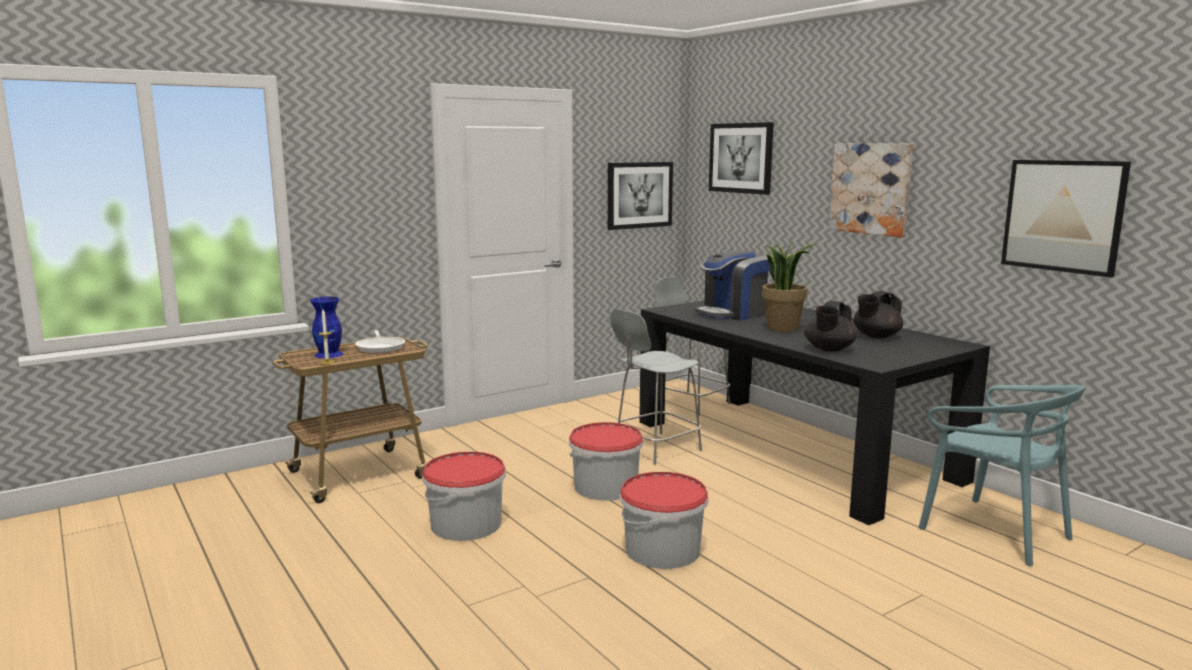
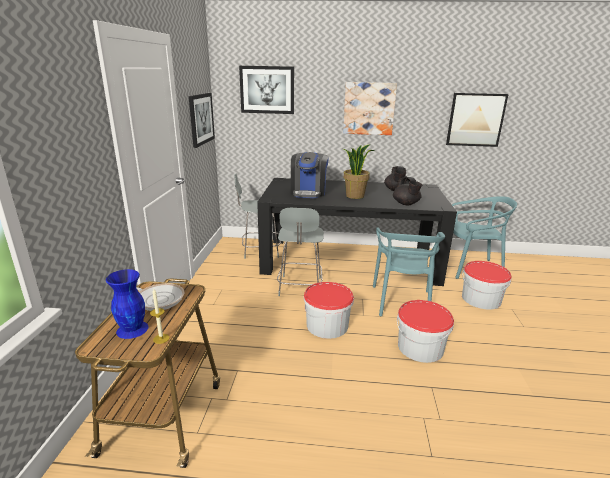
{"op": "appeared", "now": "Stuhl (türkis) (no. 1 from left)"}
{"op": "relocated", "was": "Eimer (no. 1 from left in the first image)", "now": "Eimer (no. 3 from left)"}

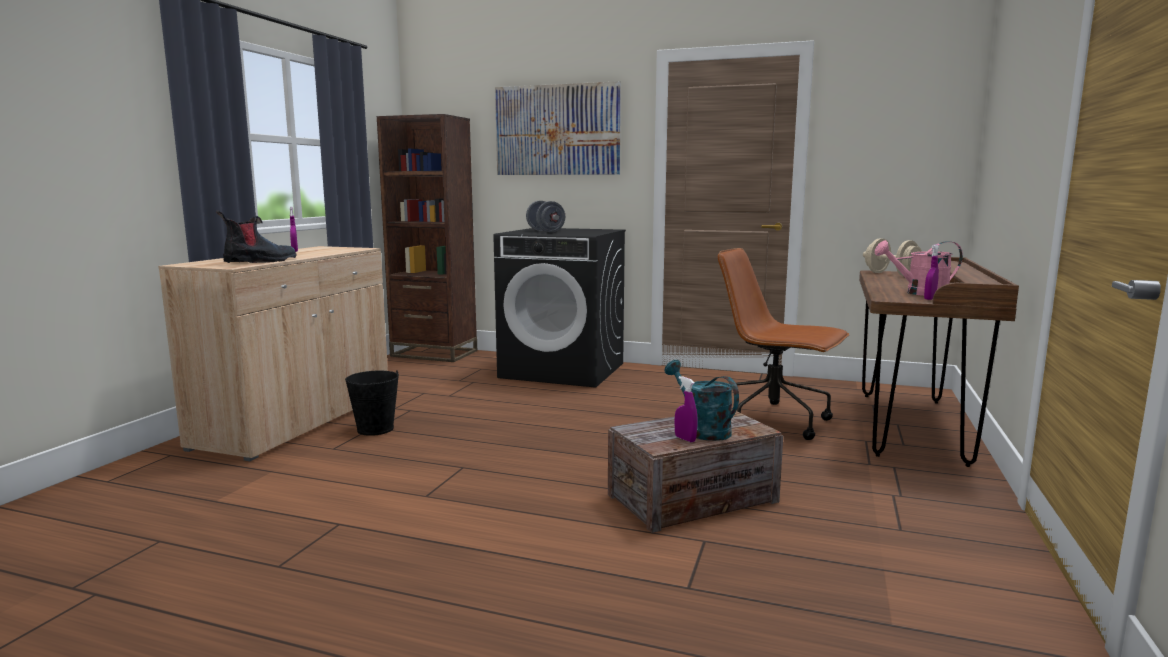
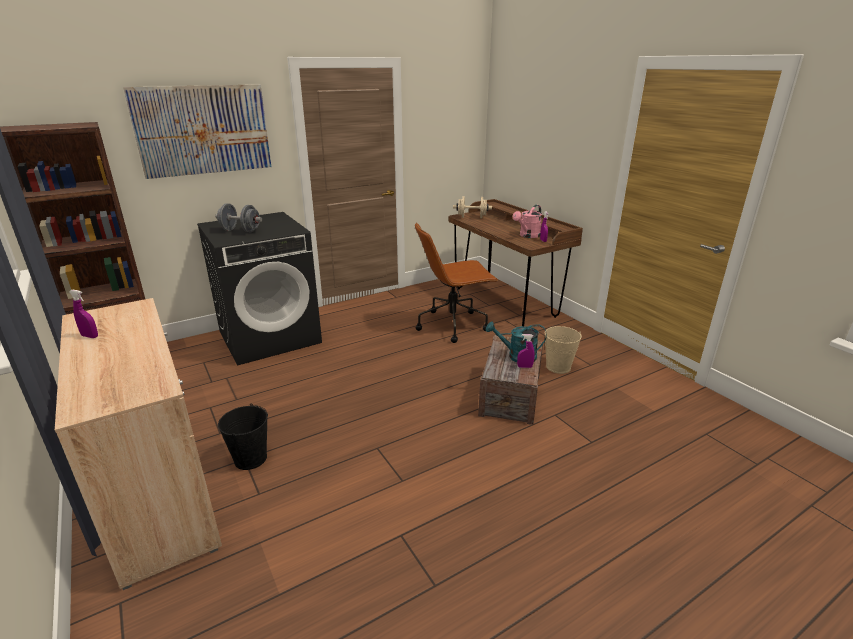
{"op": "appeared", "now": "Eimer (beige)"}
{"op": "missing", "was": "Stiefel"}

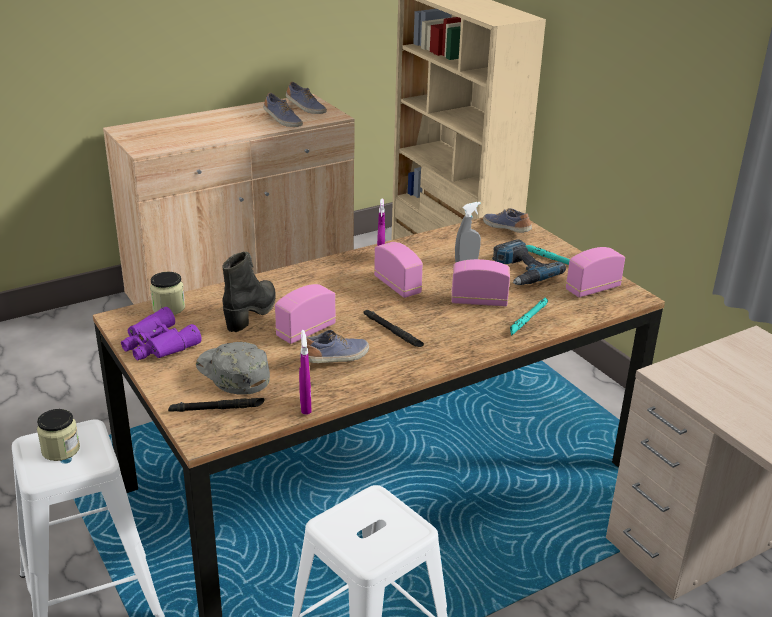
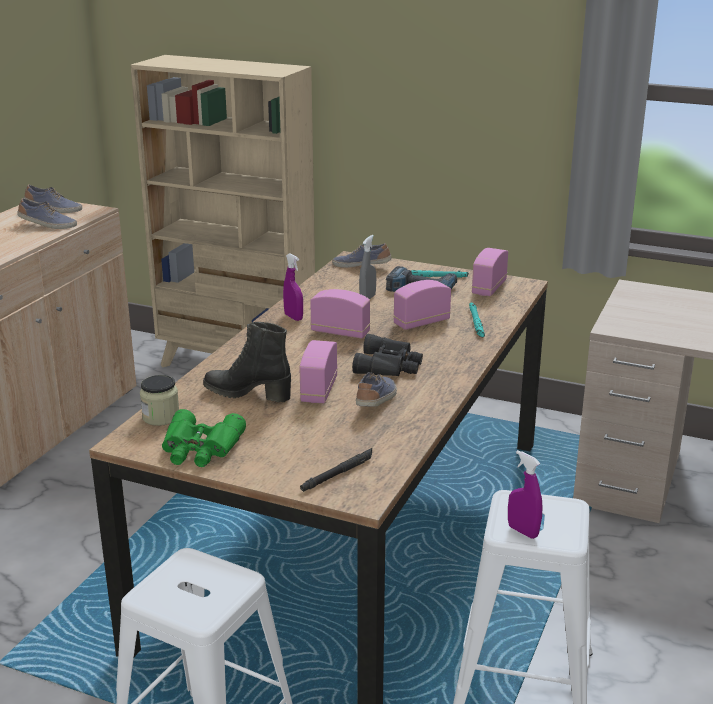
{"op": "colour", "was": "Fernglas (lila)", "now": "Fernglas (grün)"}
{"op": "spun", "was": "Stiefel (schwarz)", "clockwise": -60}
{"op": "exchanged", "was": "Taschenlampe (schwarz) (no. 2 from left)", "now": "Fernglas (schwarz)"}
{"op": "relocated", "was": "Sprühflasche (lila) (no. 1 from left in the first image)", "now": "Sprühflasche (lila) (no. 2 from left)"}
{"op": "missing", "was": "Vorratsglas (no. 1 from left)"}
{"op": "missing", "was": "Kappe (grau)"}

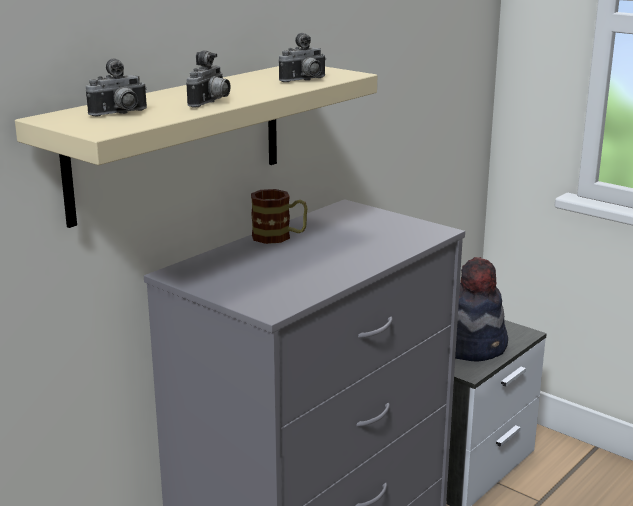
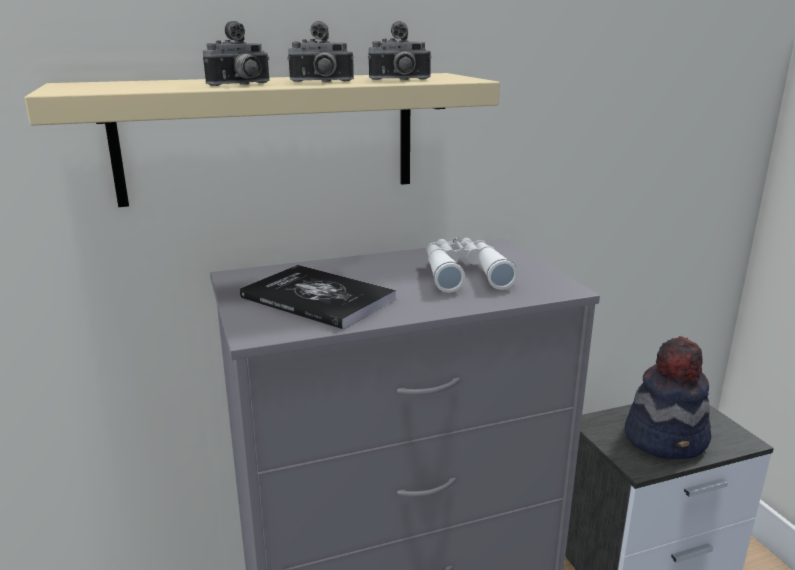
{"op": "appeared", "now": "Buch"}
{"op": "relocated", "was": "Kamera (no. 1 from left in the first image)", "now": "Kamera (no. 2 from left)"}
{"op": "appeared", "now": "Fernglas (weiß)"}
{"op": "missing", "was": "Henkelbecher"}

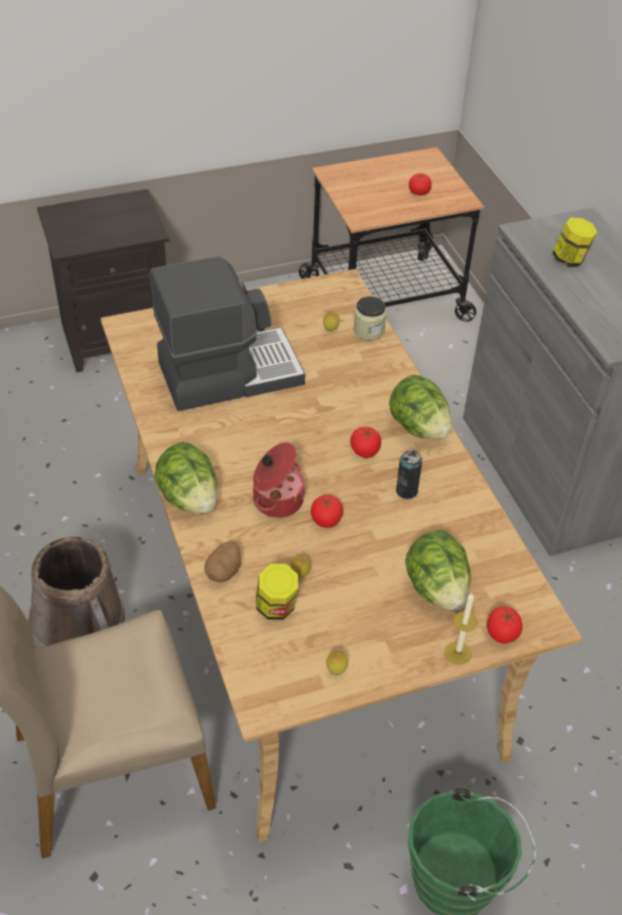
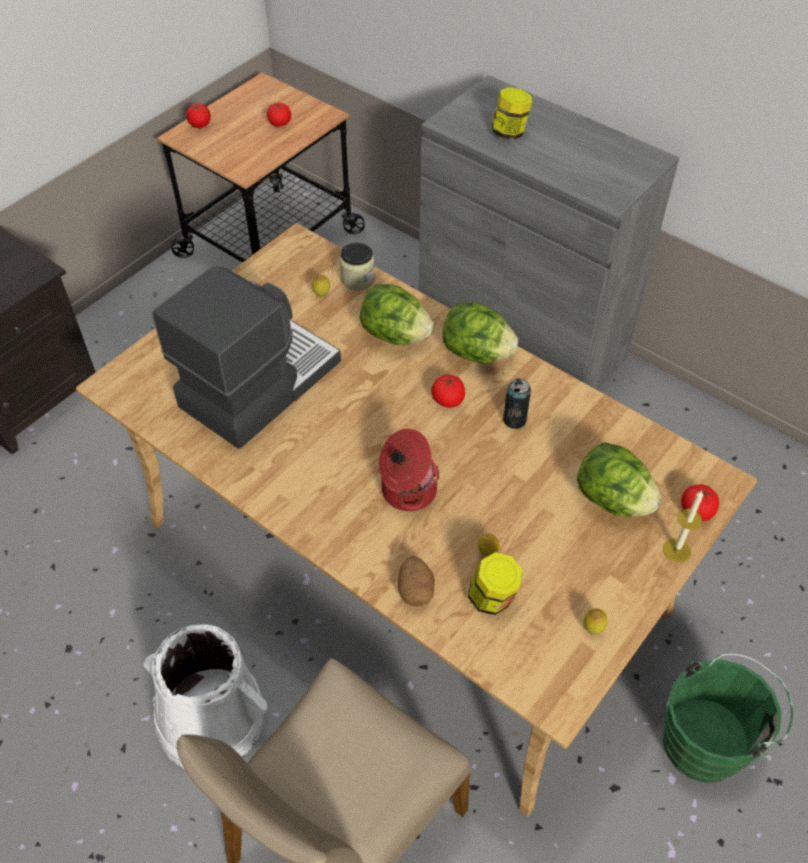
{"op": "colour", "was": "Eimer (braun)", "now": "Eimer (weiß)"}
{"op": "relocated", "was": "Tomate (no. 1 from left)"}
{"op": "relocated", "was": "Salatkopf (no. 1 from left)"}

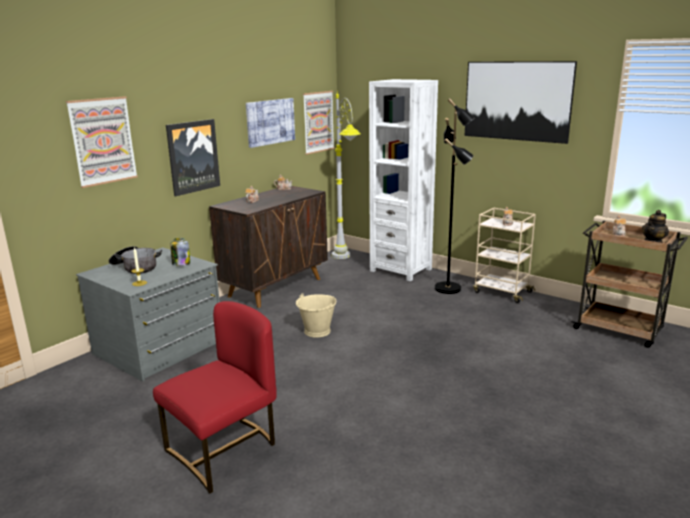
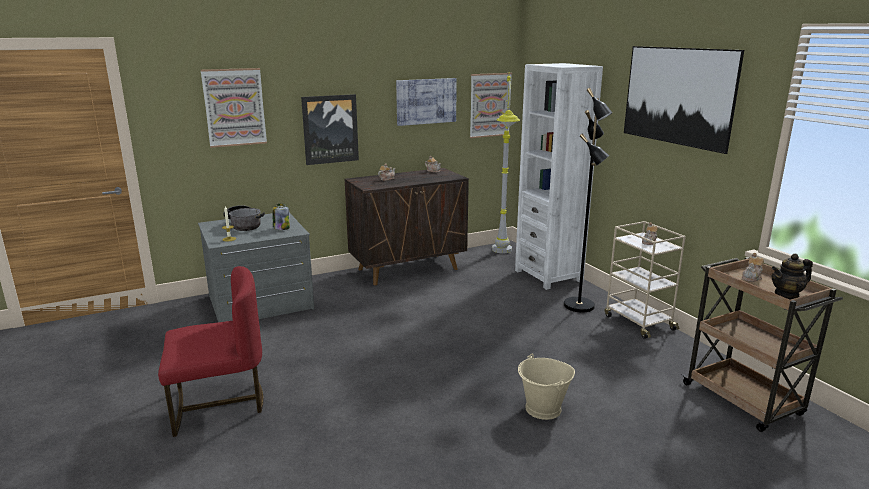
{"op": "relocated", "was": "Eimer (beige)"}

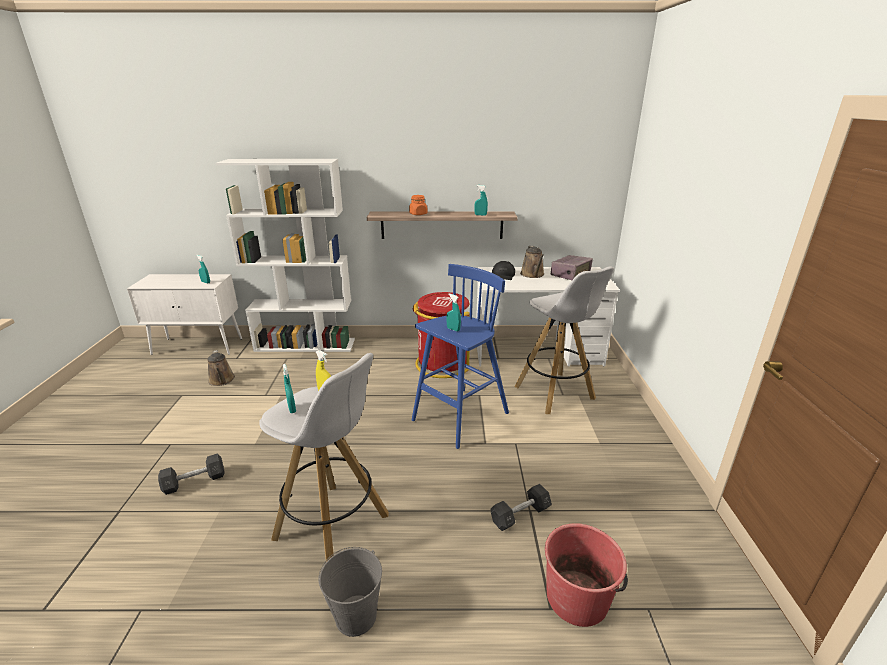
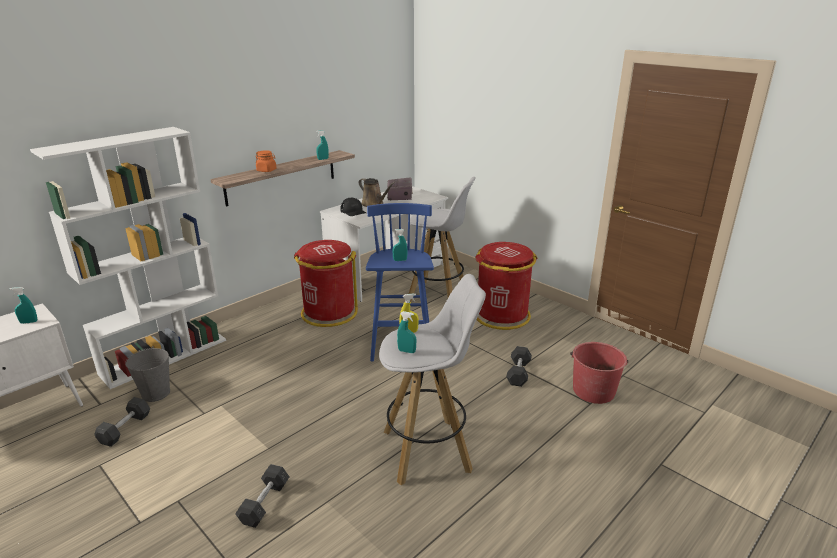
{"op": "exchanged", "was": "Gießkanne (braun) (no. 1 from left)", "now": "Hantel (grau) (no. 1 from left)"}
{"op": "relocated", "was": "Eimer (grau)"}
{"op": "appeared", "now": "Mülleimer (rot) (no. 2 from left)"}

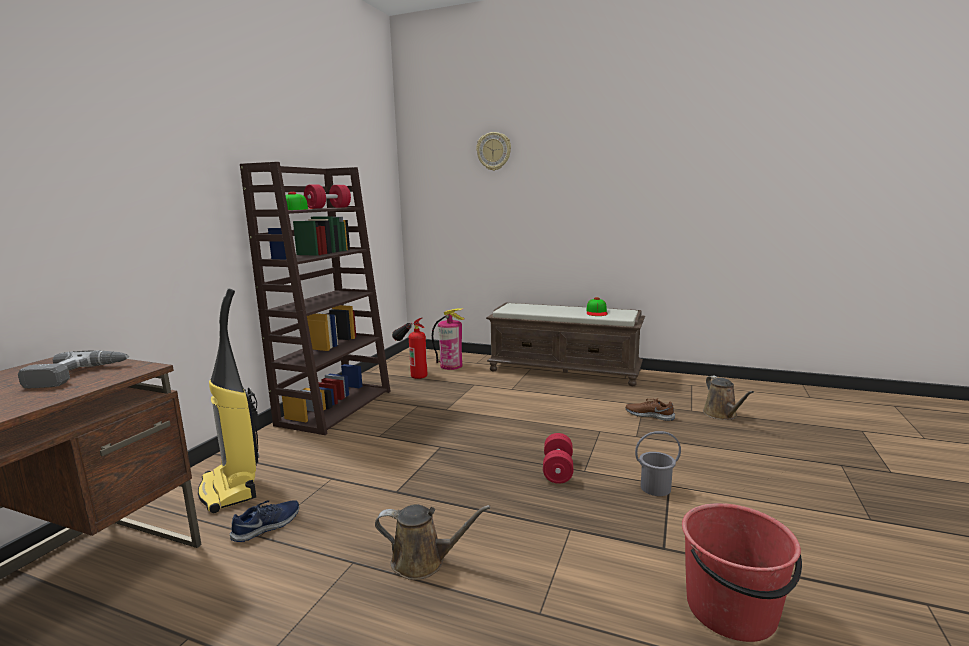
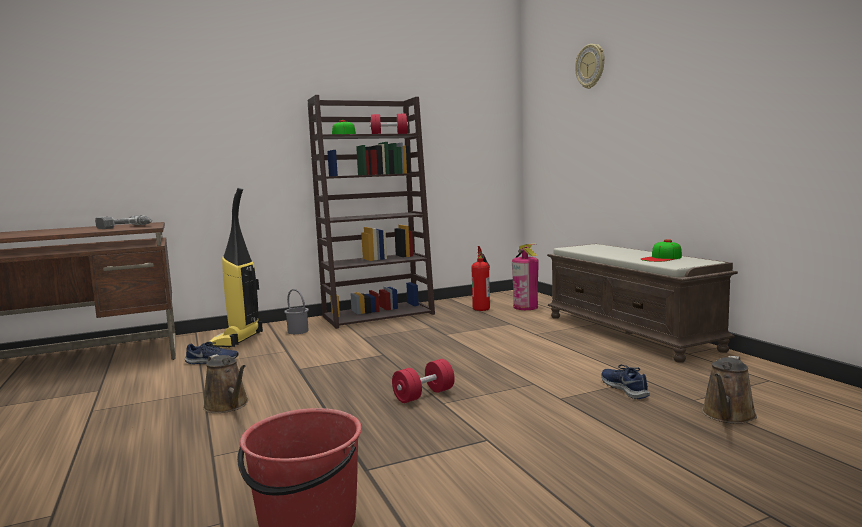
{"op": "relocated", "was": "Eimer (grau)"}
{"op": "colour", "was": "Schuh (braun)", "now": "Schuh (blau) (no. 2 from left)"}

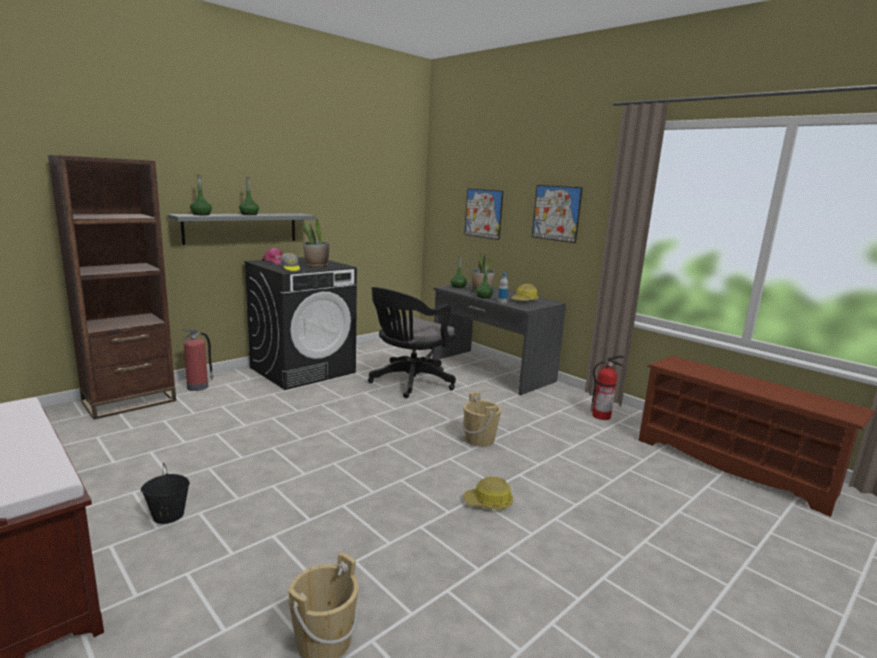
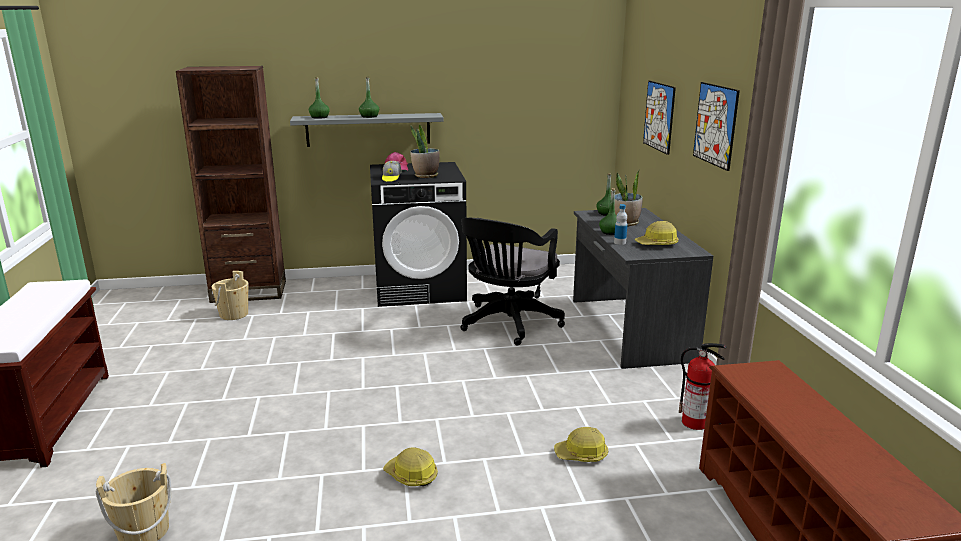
{"op": "relocated", "was": "Eimer (beige) (no. 2 from left)"}
{"op": "spun", "was": "Bürostuhl (schwarz)", "clockwise": -45}
{"op": "appeared", "now": "Schutzhelm (no. 2 from left)"}
{"op": "missing", "was": "Eimer (schwarz)"}
{"op": "missing", "was": "Feuerlöscher (no. 1 from left)"}

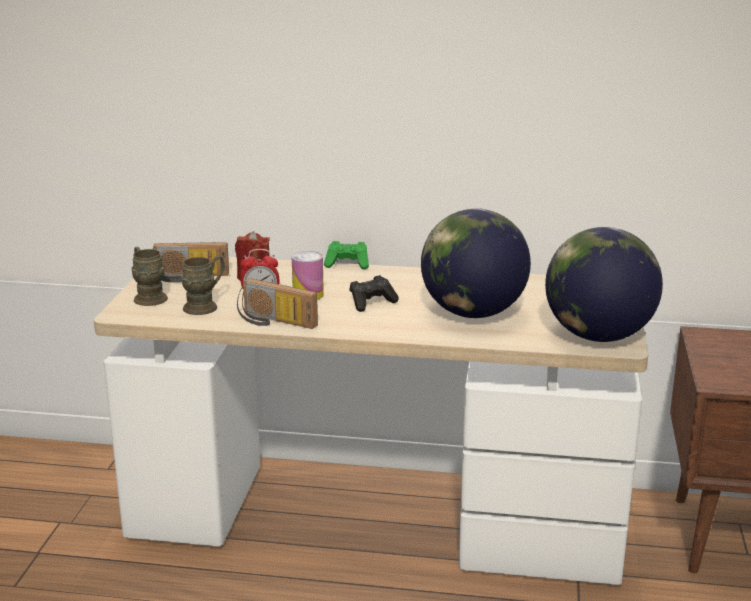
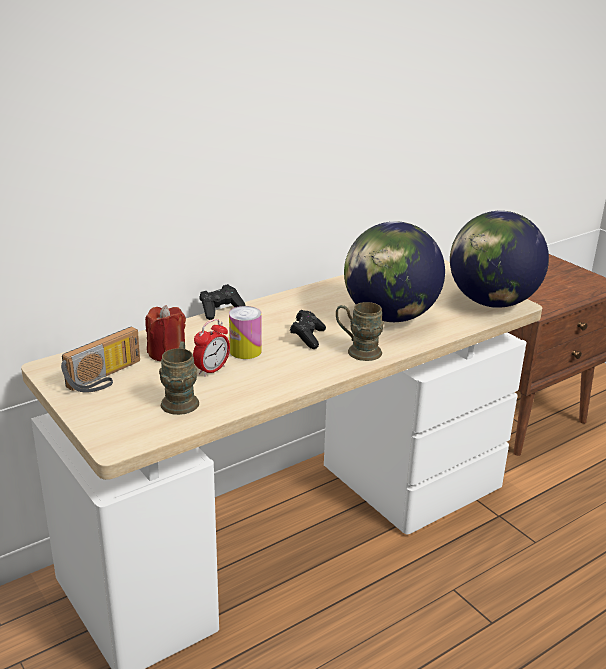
{"op": "colour", "was": "Gamepad (grün)", "now": "Gamepad (schwarz) (no. 1 from left)"}
{"op": "relocated", "was": "Henkelbecher (braun) (no. 1 from left in the first image)", "now": "Henkelbecher (braun) (no. 2 from left)"}
{"op": "missing", "was": "Radio (no. 2 from left)"}

